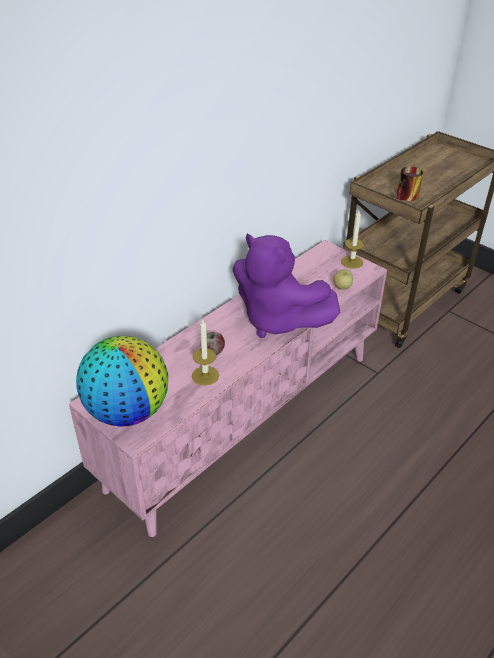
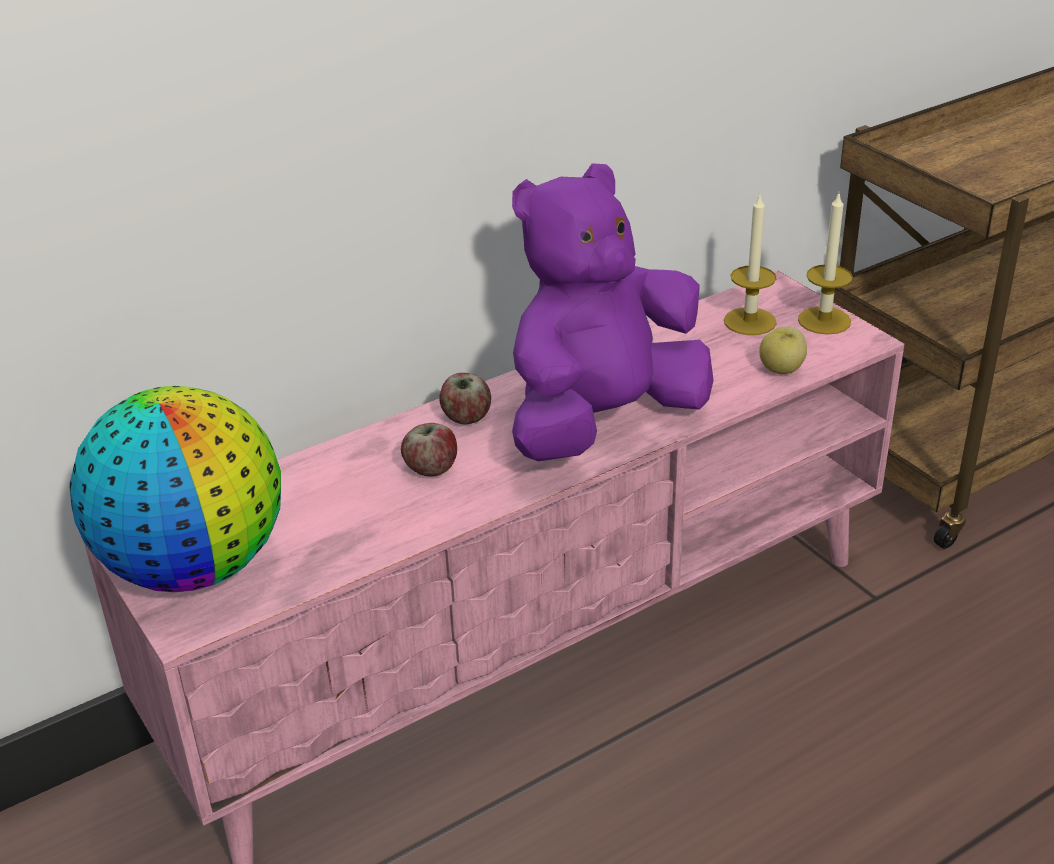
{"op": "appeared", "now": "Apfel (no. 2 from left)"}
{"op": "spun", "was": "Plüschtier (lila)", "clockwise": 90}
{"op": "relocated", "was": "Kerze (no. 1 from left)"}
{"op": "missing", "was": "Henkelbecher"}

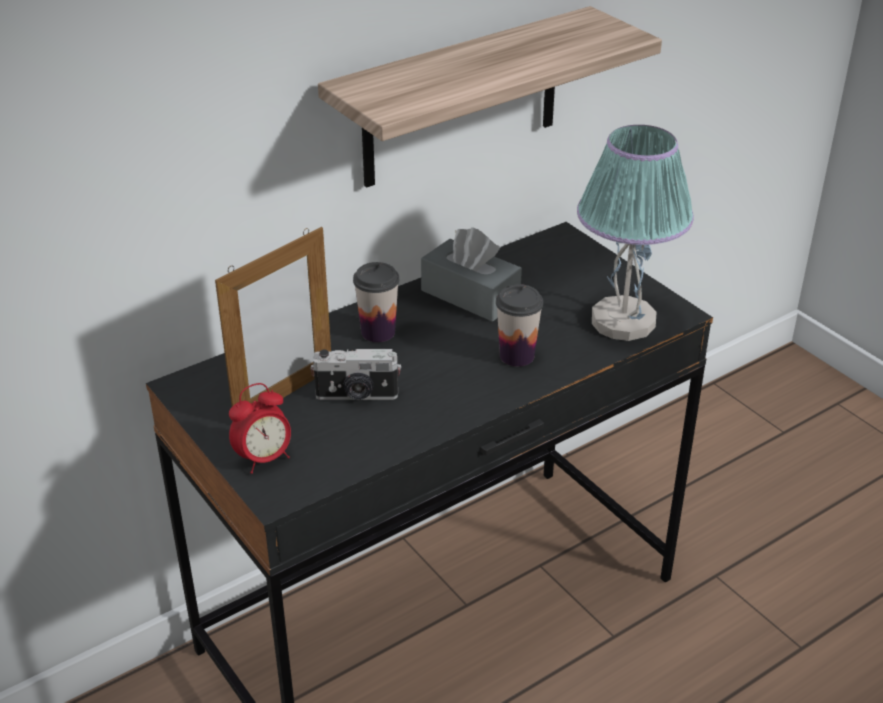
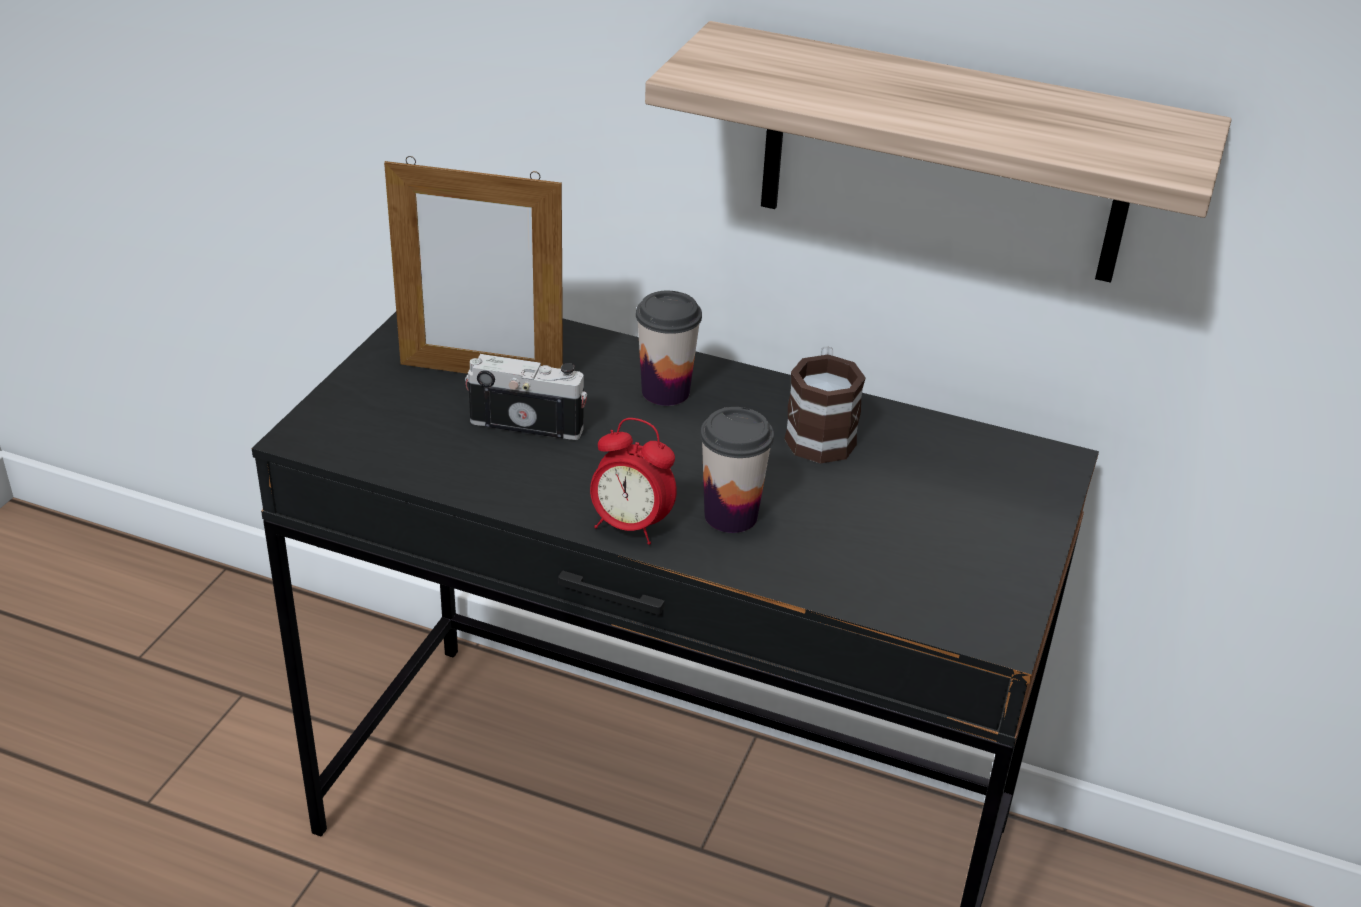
{"op": "spun", "was": "Kamera", "clockwise": 135}
{"op": "relocated", "was": "Wecker"}
{"op": "exchanged", "was": "Taschentuchbox (grau)", "now": "Henkelbecher"}
{"op": "missing", "was": "Tischlampe"}

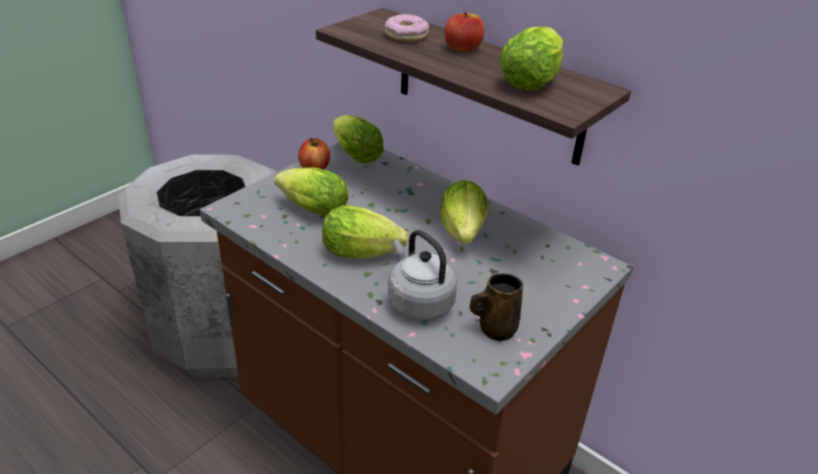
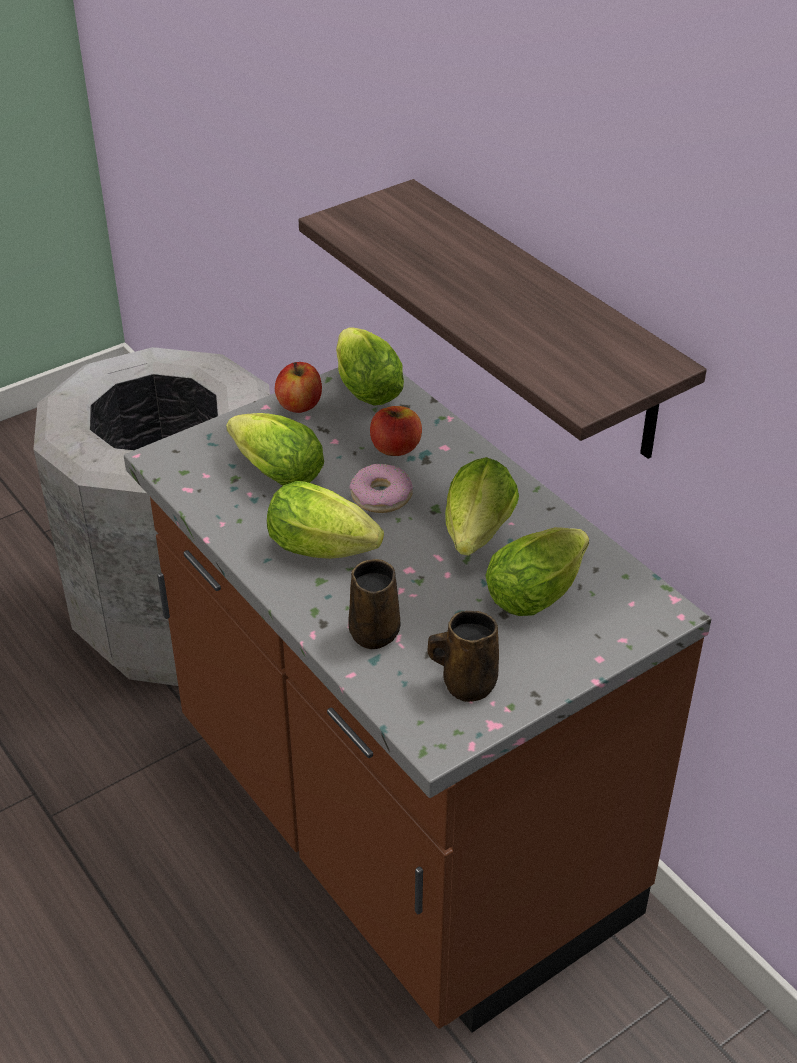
{"op": "exchanged", "was": "Wasserkessel (grau)", "now": "Henkelbecher (braun) (no. 1 from left)"}
{"op": "relocated", "was": "Donut"}
{"op": "relocated", "was": "Apfel (no. 2 from left)"}
{"op": "relocated", "was": "Salatkopf (no. 5 from left)"}

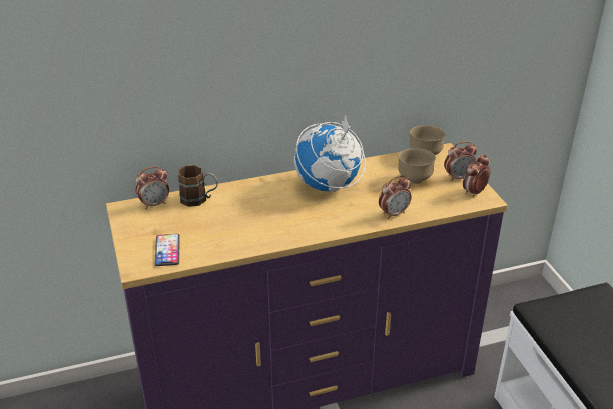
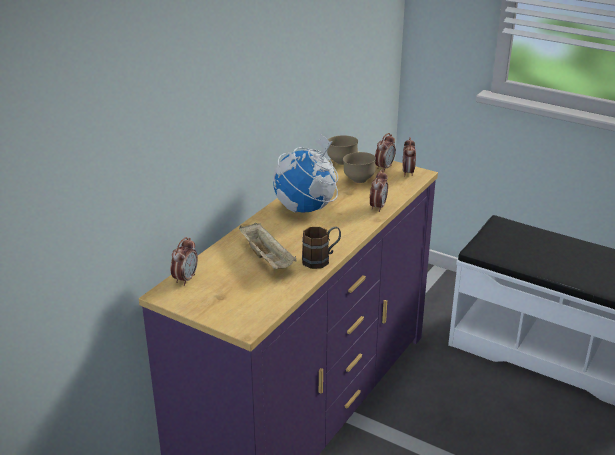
{"op": "appeared", "now": "Tablett (beige)"}
{"op": "relocated", "was": "Henkelbecher (braun)"}
{"op": "missing", "was": "Handy"}

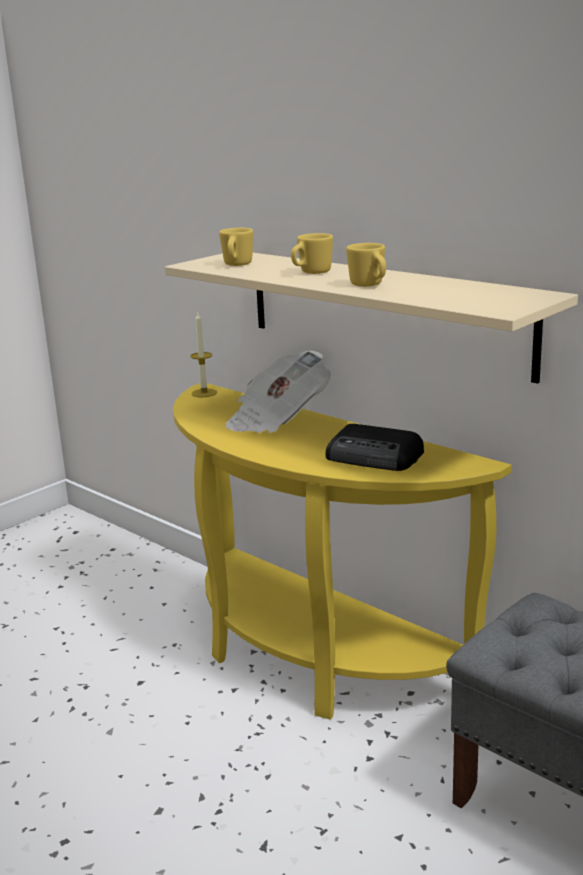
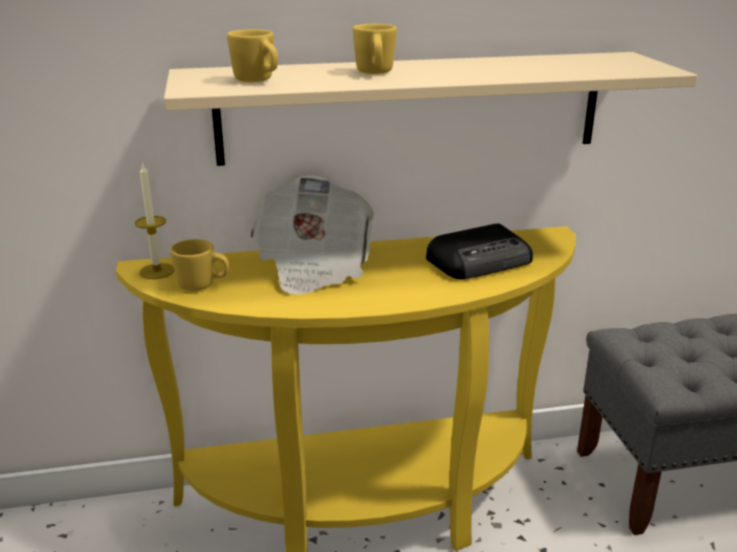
{"op": "relocated", "was": "Henkelbecher (gelb) (no. 3 from left in the first image)", "now": "Henkelbecher (gelb) (no. 1 from left)"}

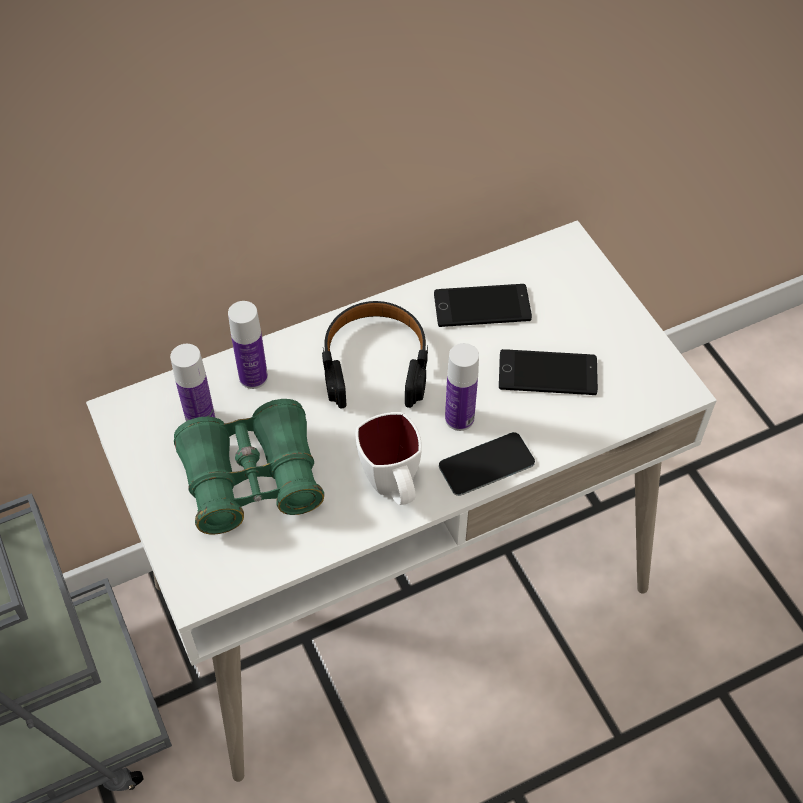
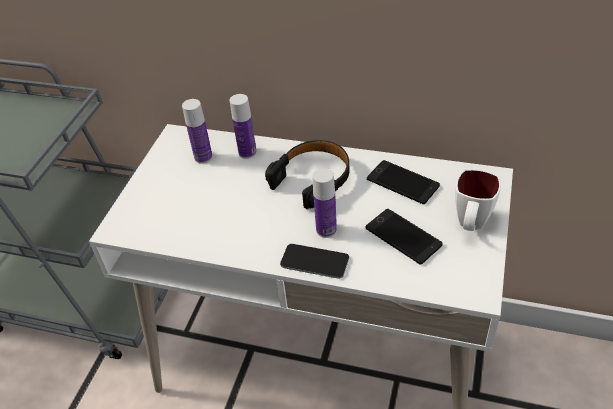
{"op": "relocated", "was": "Henkelbecher (weiß)"}
{"op": "missing", "was": "Fernglas (grün)"}

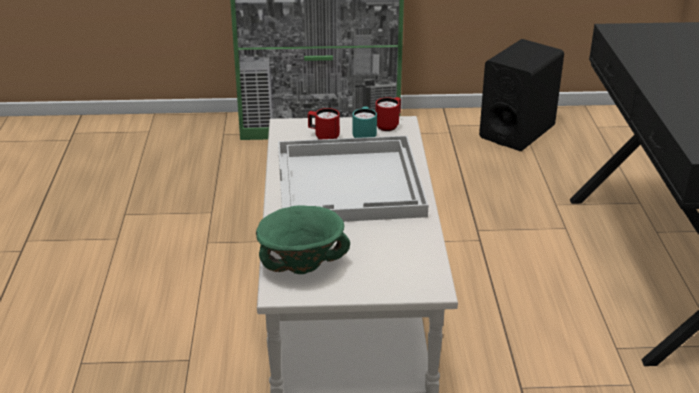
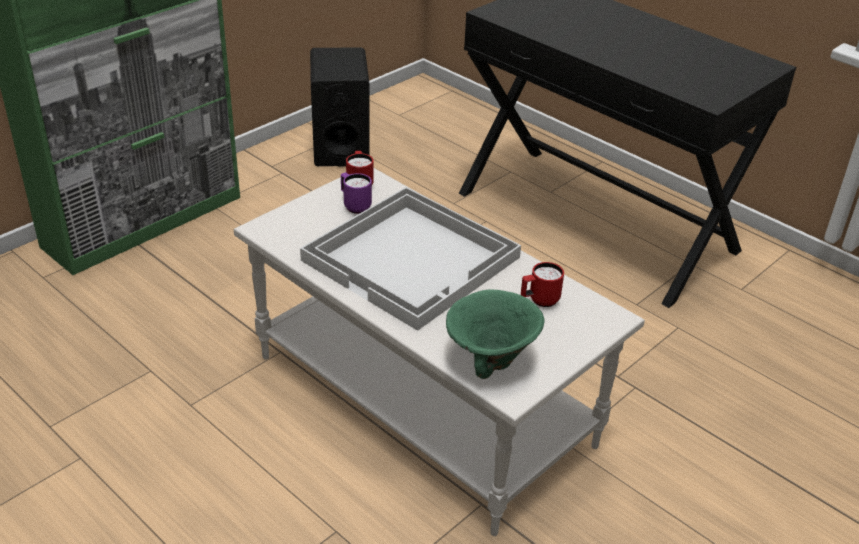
{"op": "colour", "was": "Henkelbecher (türkis)", "now": "Henkelbecher (lila)"}
{"op": "relocated", "was": "Henkelbecher (rot) (no. 1 from left in the first image)", "now": "Henkelbecher (rot) (no. 2 from left)"}

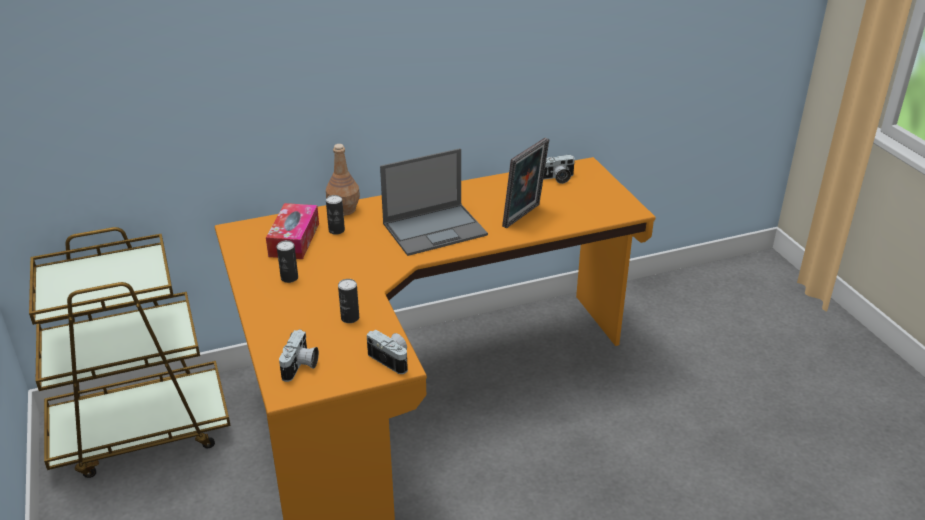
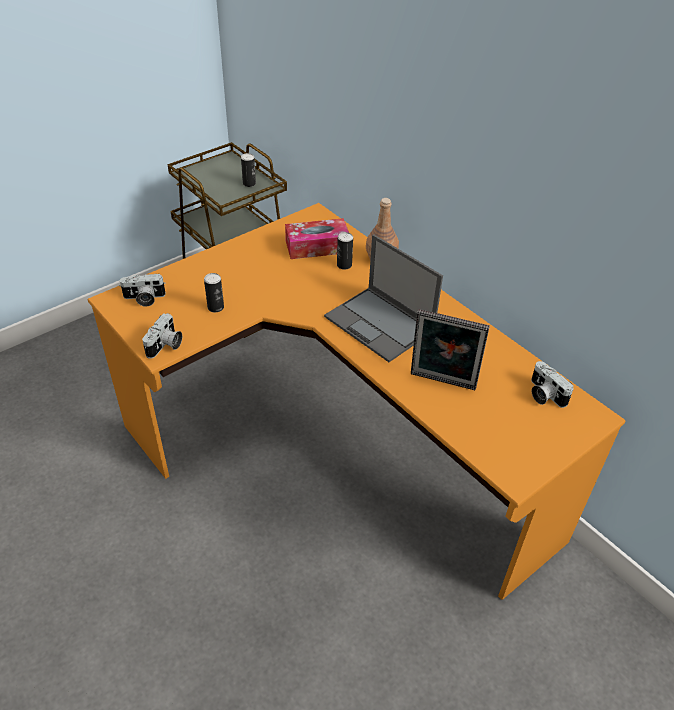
{"op": "relocated", "was": "Dose (no. 1 from left in the first image)", "now": "Dose (no. 2 from left)"}

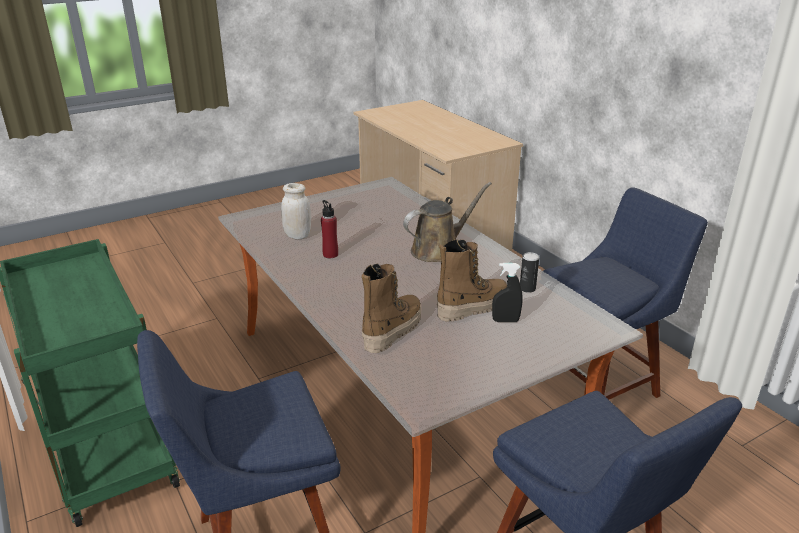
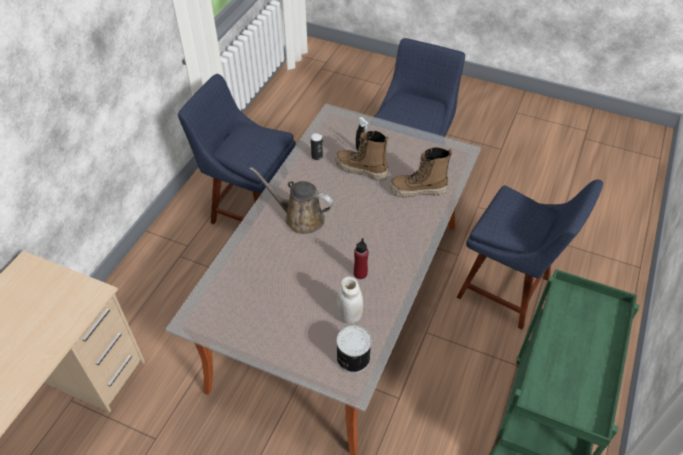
{"op": "appeared", "now": "Dose (no. 2 from left)"}

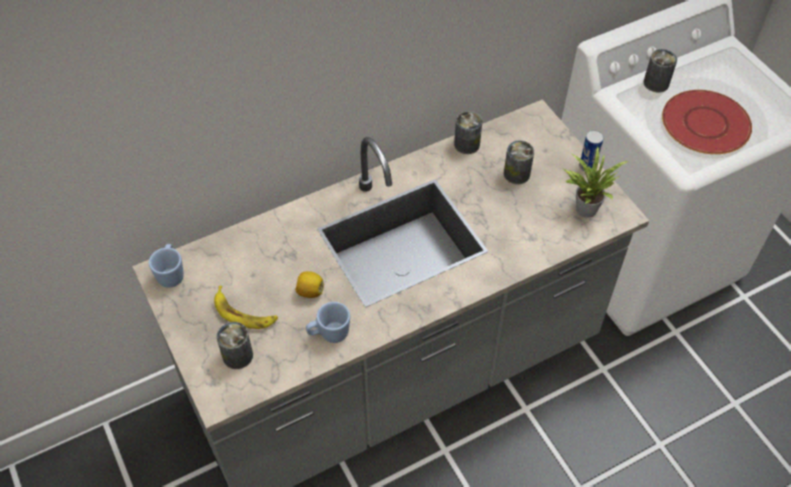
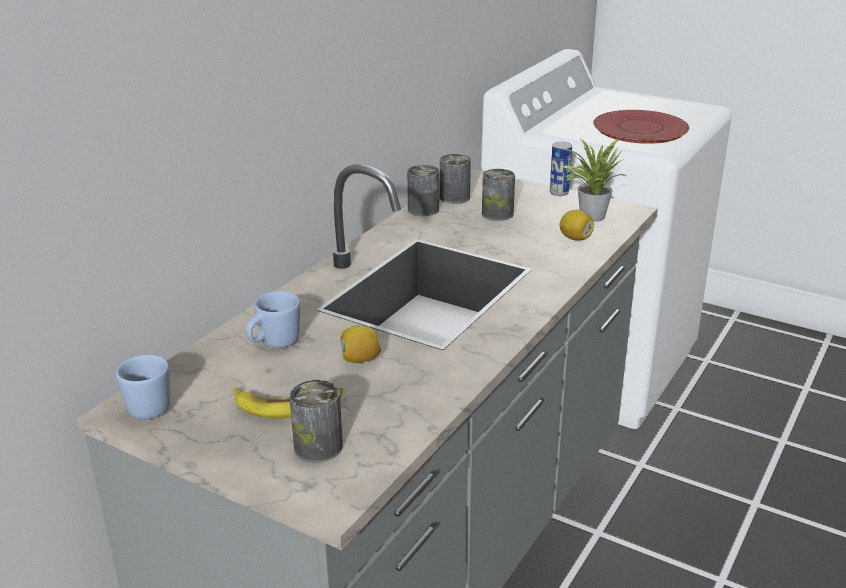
{"op": "relocated", "was": "Henkelbecher (blau) (no. 2 from left)"}
{"op": "relocated", "was": "Dose (no. 5 from left in the first image)", "now": "Dose (no. 3 from left)"}
{"op": "appeared", "now": "Zitrone (no. 2 from left)"}

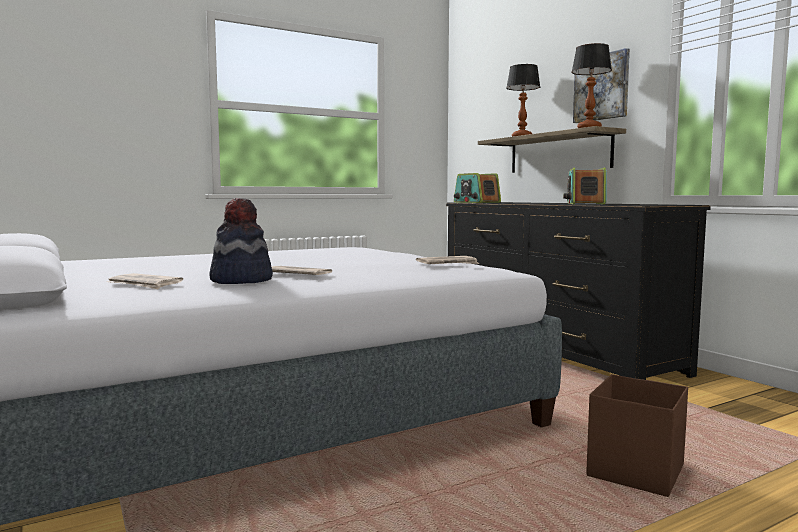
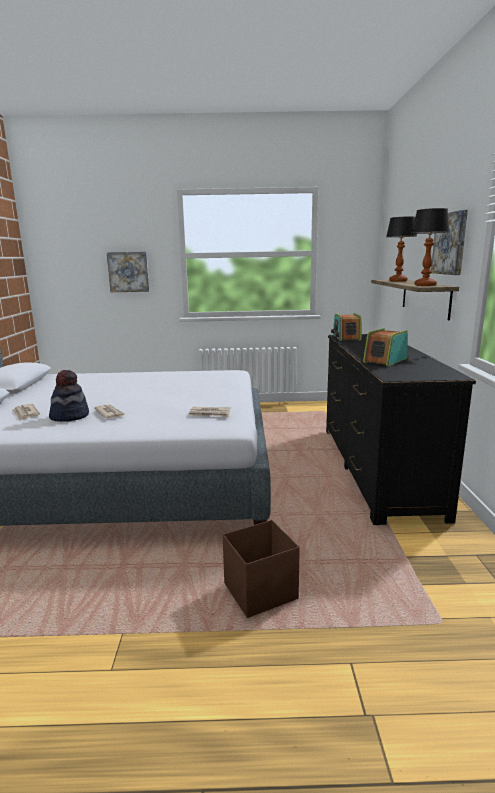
{"op": "appeared", "now": "Bild (no. 1 from left)"}

